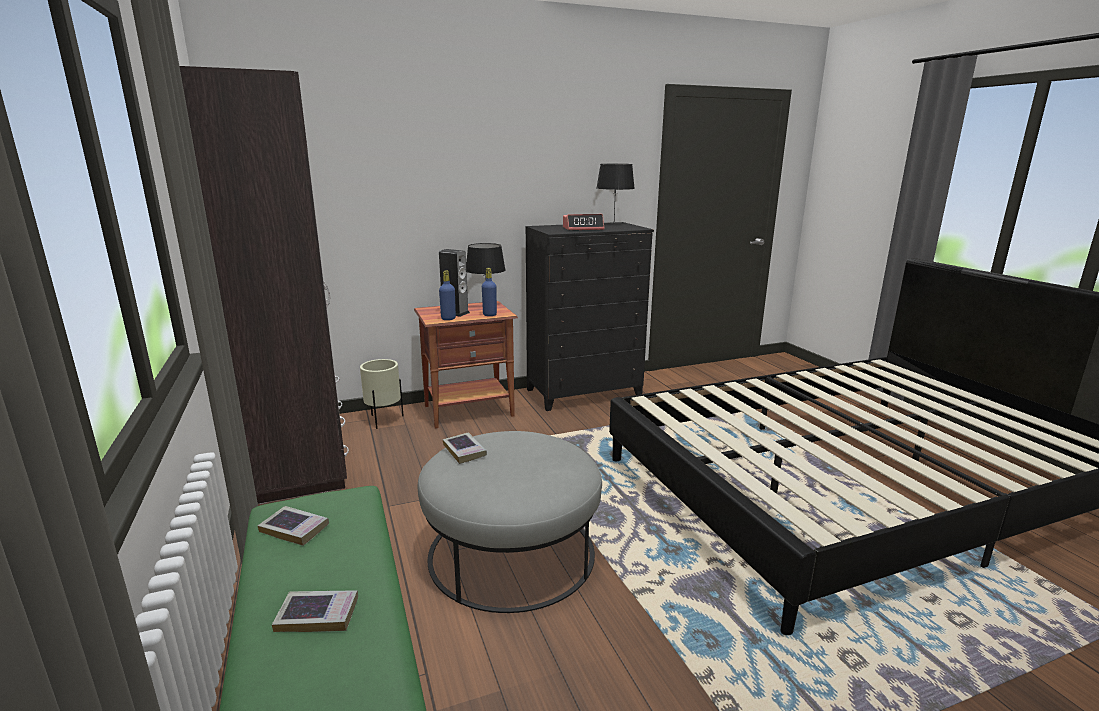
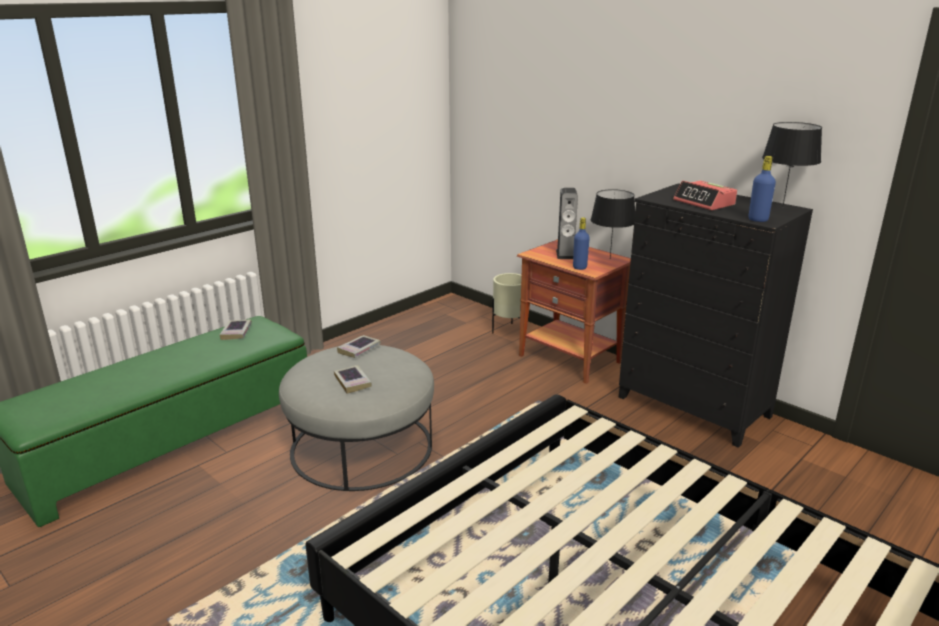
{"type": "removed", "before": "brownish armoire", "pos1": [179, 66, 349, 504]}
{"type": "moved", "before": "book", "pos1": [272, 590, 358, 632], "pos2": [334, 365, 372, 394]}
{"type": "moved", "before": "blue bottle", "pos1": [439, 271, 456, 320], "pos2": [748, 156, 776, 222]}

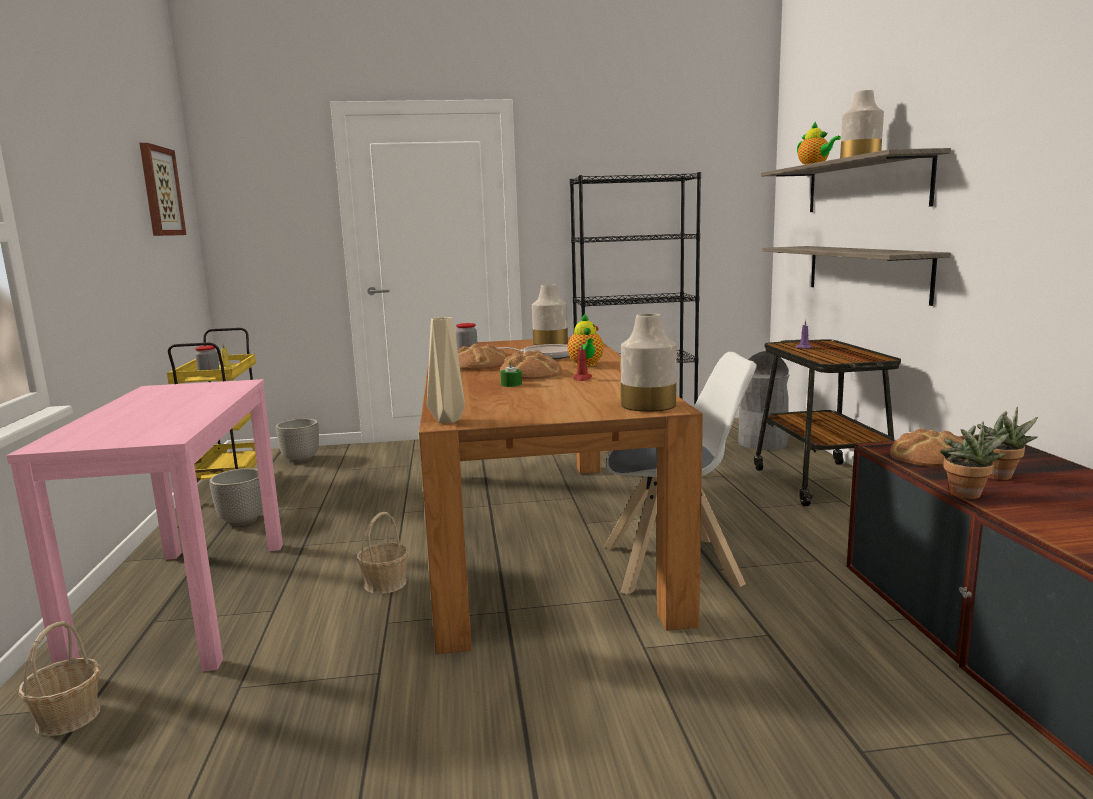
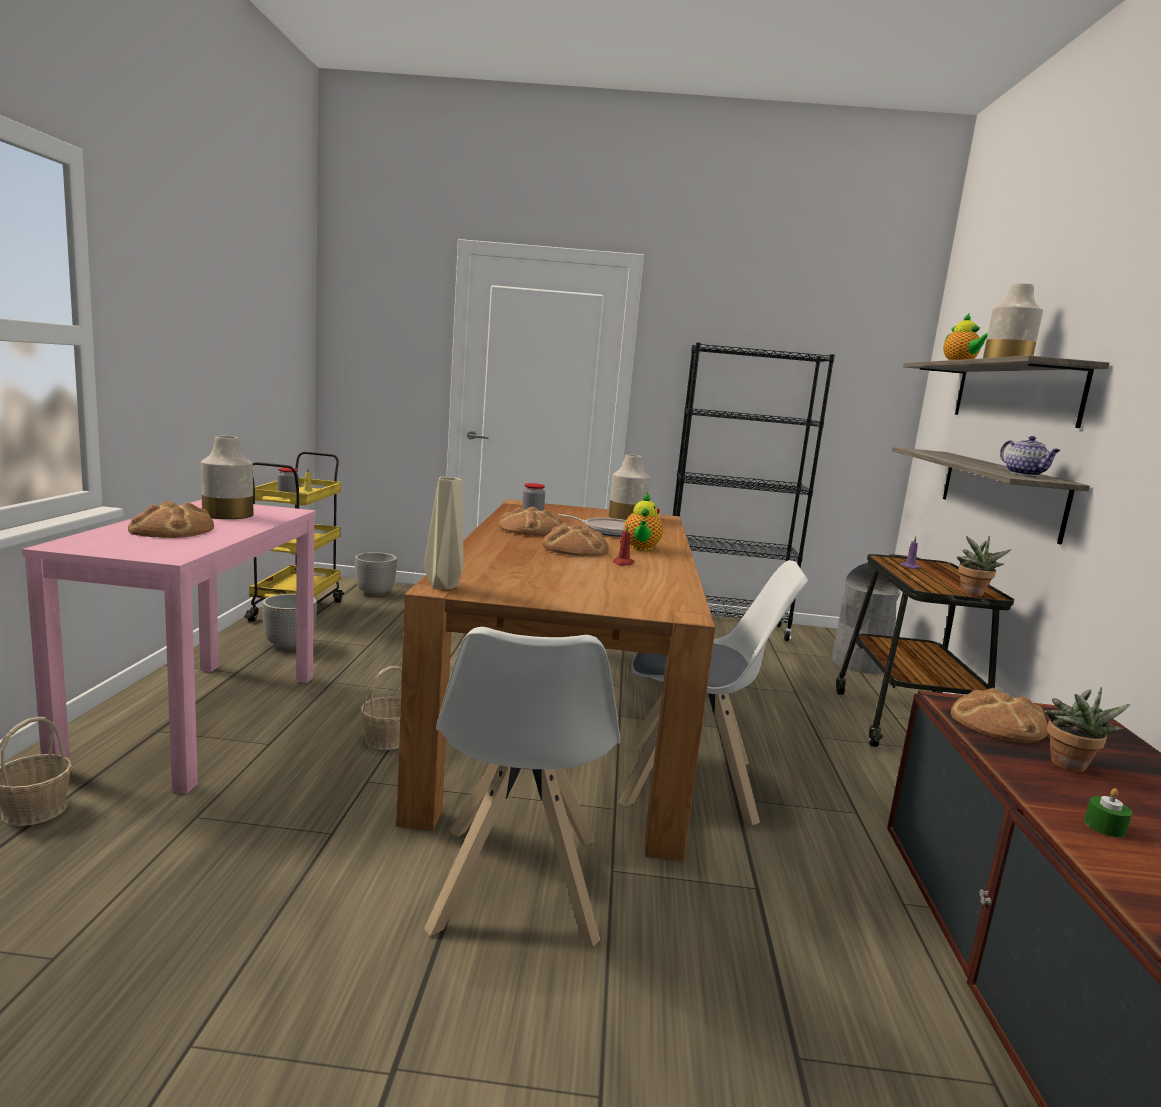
{"type": "removed", "before": "picture", "pos1": [139, 143, 186, 236]}
{"type": "moved", "before": "green wax light", "pos1": [500, 360, 522, 387], "pos2": [1084, 788, 1132, 837]}
{"type": "moved", "before": "beige-coloured flower vase", "pos1": [621, 313, 677, 412], "pos2": [201, 436, 253, 519]}
{"type": "moved", "before": "houseplant", "pos1": [940, 421, 1009, 499], "pos2": [957, 536, 1011, 596]}
{"type": "added", "after": "bread", "pos2": [128, 501, 214, 538]}
{"type": "added", "after": "chair", "pos2": [424, 627, 620, 946]}
{"type": "added", "after": "pot for tea", "pos2": [1000, 436, 1061, 476]}

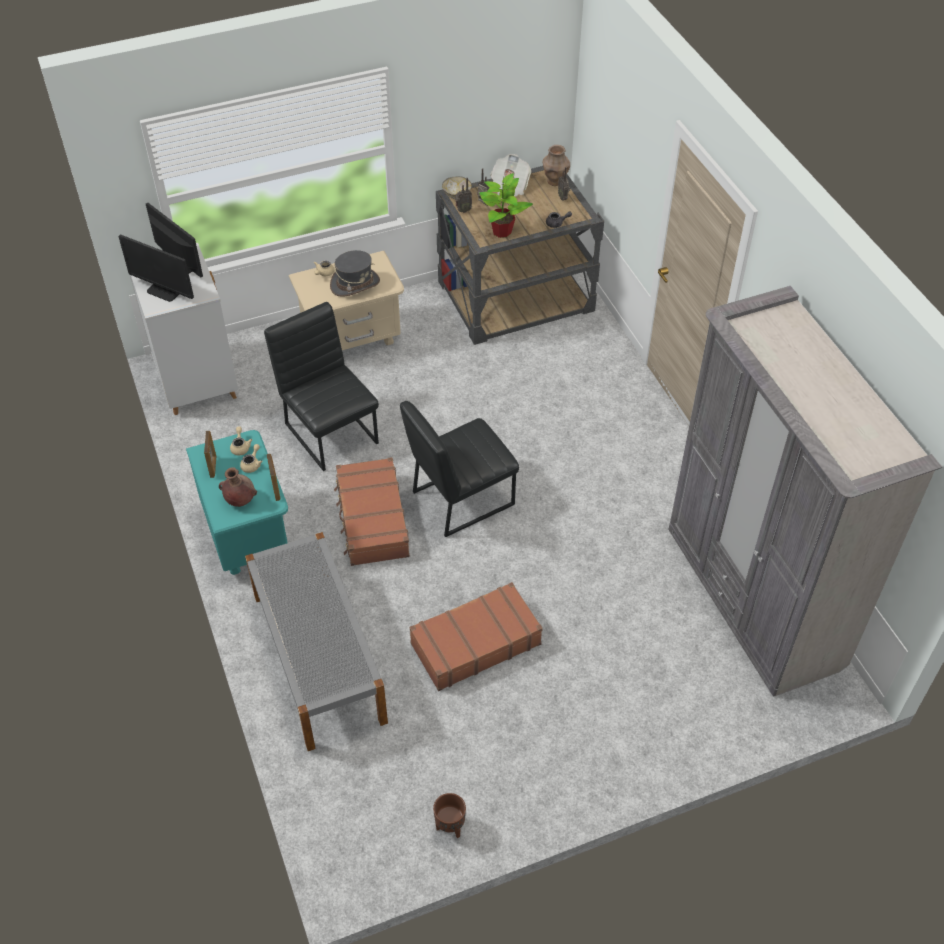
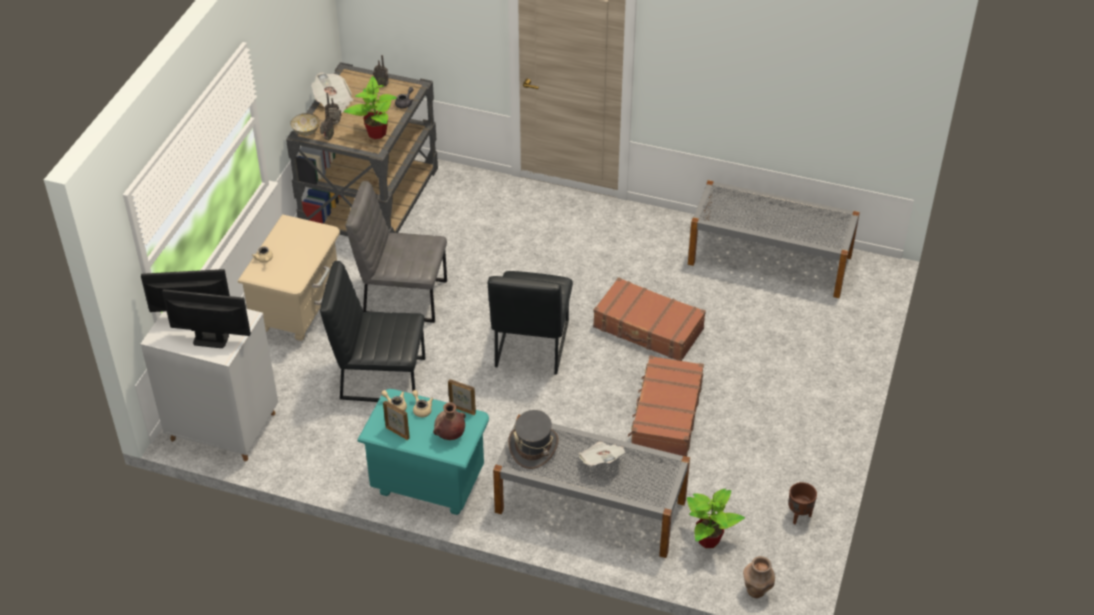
{"type": "turned", "before": "computer screen", "pos1": [118, 235, 194, 302], "pos2": [162, 289, 251, 348], "turn": -150}
{"type": "moved", "before": "gray hat", "pos1": [330, 250, 380, 297], "pos2": [508, 410, 559, 469]}
{"type": "moved", "before": "brownish piece of luggage", "pos1": [334, 457, 410, 566], "pos2": [593, 277, 706, 361]}
{"type": "moved", "before": "brownish flower vase", "pos1": [543, 145, 570, 186], "pos2": [743, 556, 775, 598]}
{"type": "replaced", "before": "gray armoire", "after": "gray long seat", "pos1": [668, 286, 942, 696], "pos2": [688, 180, 860, 298]}
{"type": "added", "after": "gray chair", "pos2": [346, 181, 447, 323]}
{"type": "added", "after": "newspaper", "pos2": [578, 441, 625, 465]}
{"type": "added", "after": "houseplant", "pos2": [687, 489, 745, 548]}

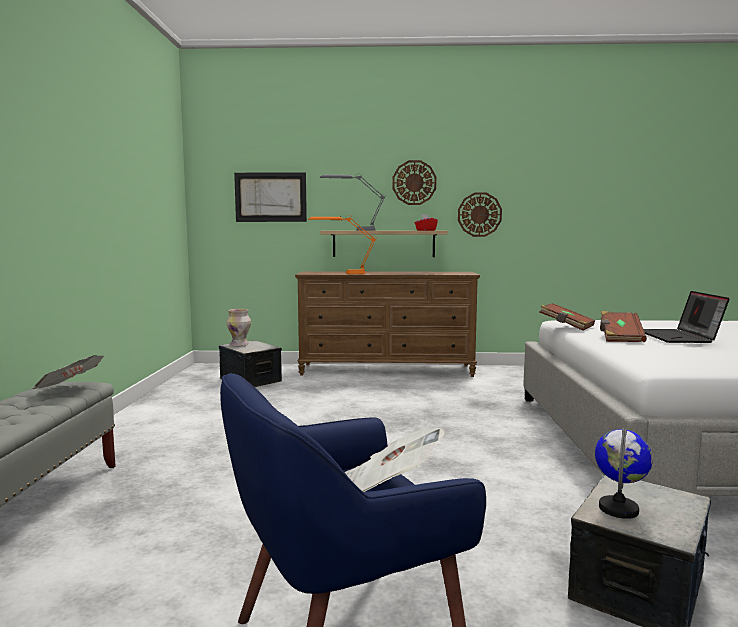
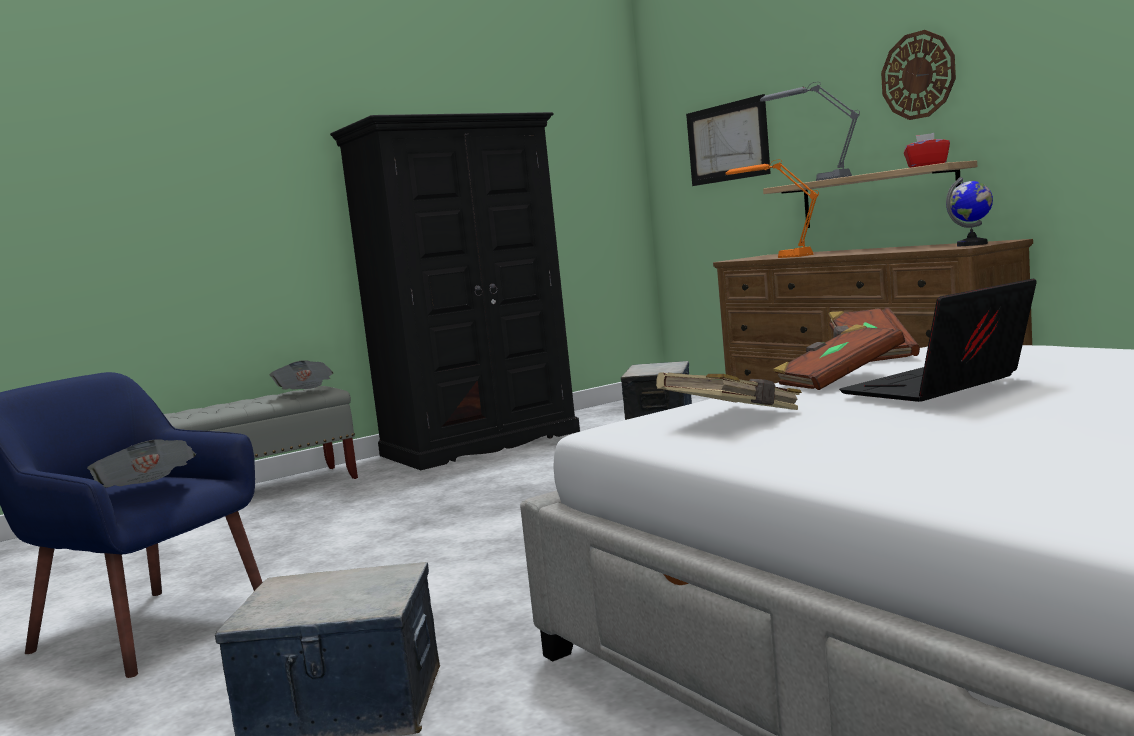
{"type": "removed", "before": "flower vase", "pos1": [226, 309, 251, 346]}
{"type": "removed", "before": "wall clock", "pos1": [458, 192, 502, 237]}
{"type": "moved", "before": "globe", "pos1": [595, 428, 653, 519], "pos2": [946, 177, 993, 246]}
{"type": "added", "after": "blackish armoire", "pos2": [330, 112, 580, 470]}
{"type": "added", "after": "beige-coloured book", "pos2": [656, 372, 802, 410]}

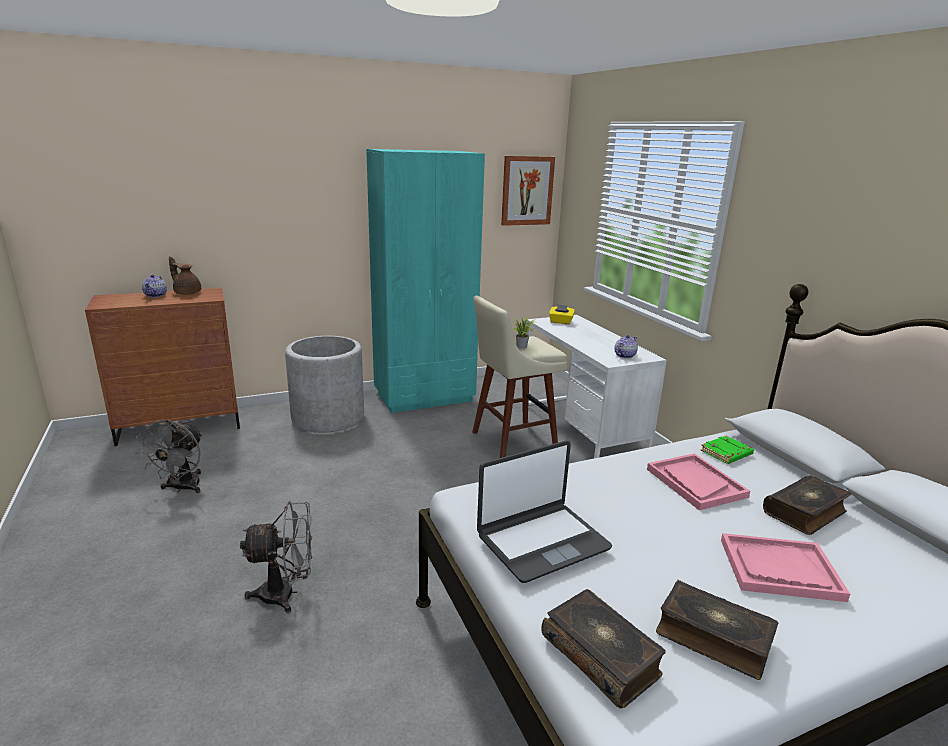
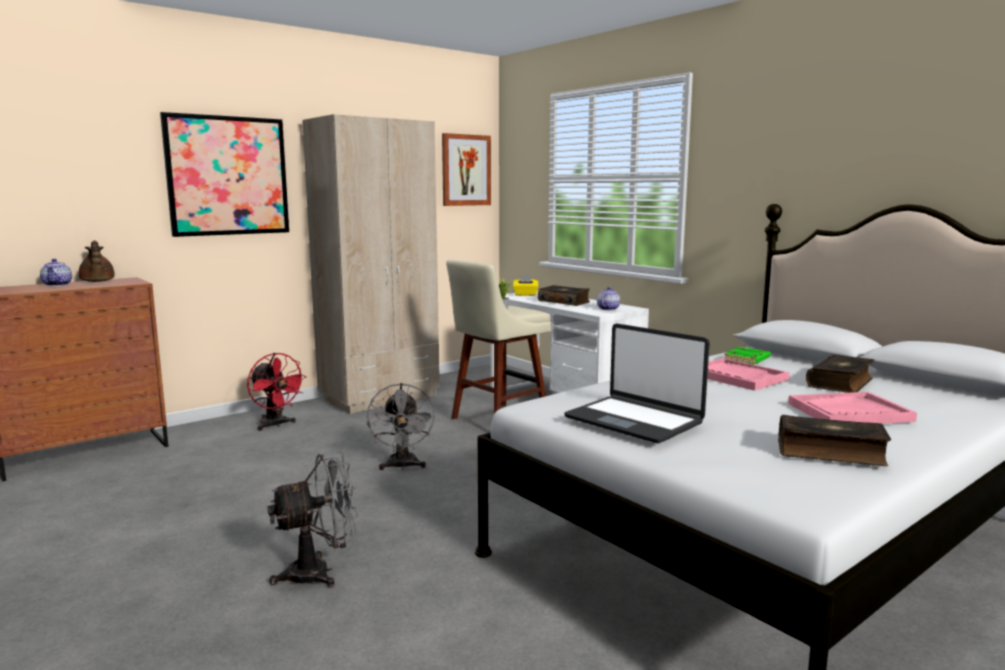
{"type": "moved", "before": "gray fan", "pos1": [135, 420, 202, 493], "pos2": [367, 383, 435, 470]}
{"type": "turned", "before": "brownish pot for tea", "pos1": [169, 257, 201, 295], "pos2": [79, 240, 115, 282], "turn": -135}
{"type": "replaced", "before": "gray flower pot", "after": "red-coloured fan", "pos1": [285, 336, 364, 433], "pos2": [247, 353, 307, 431]}
{"type": "recoloured", "before": "turquoise armoire", "after": "beige-coloured armoire", "pos1": [366, 149, 485, 414], "pos2": [302, 114, 440, 414]}
{"type": "turned", "before": "notebook computer", "pos1": [477, 441, 612, 583], "pos2": [564, 324, 710, 443], "turn": 90}
{"type": "moved", "before": "book", "pos1": [541, 589, 665, 708], "pos2": [538, 285, 590, 306]}
{"type": "added", "after": "picture", "pos2": [160, 112, 289, 237]}

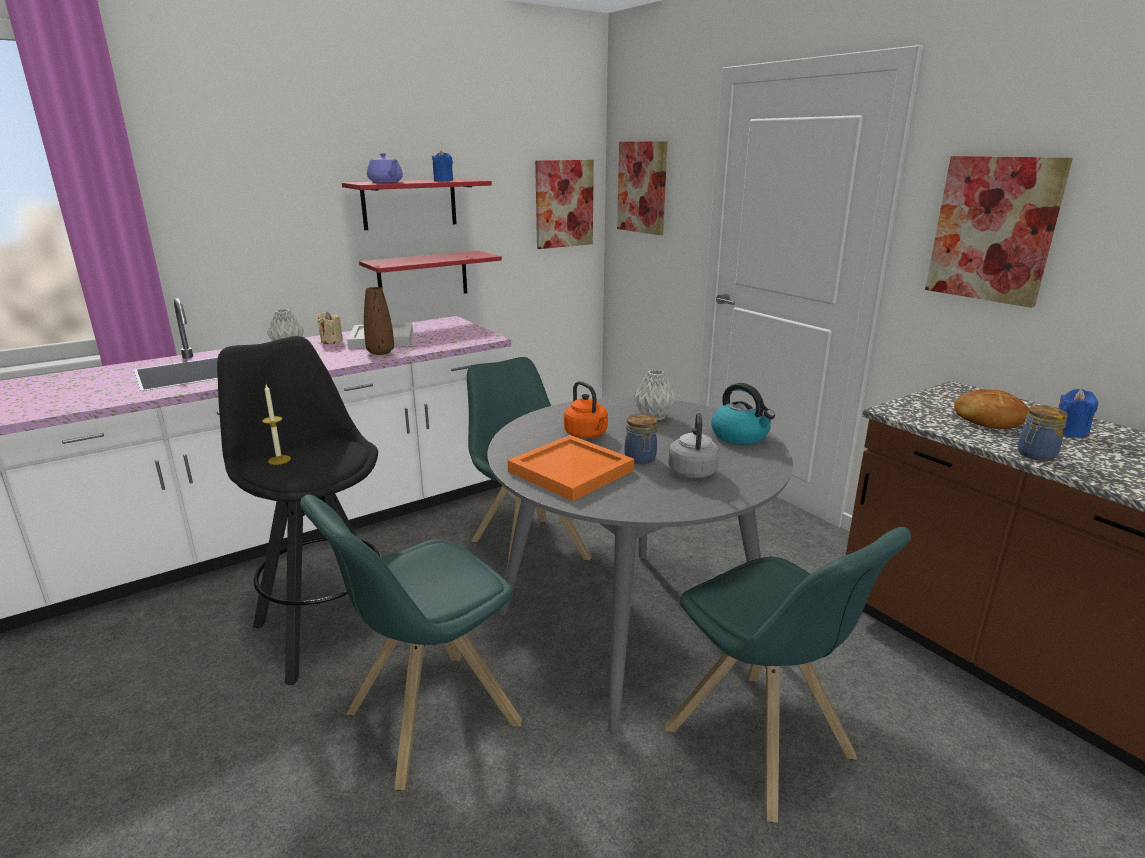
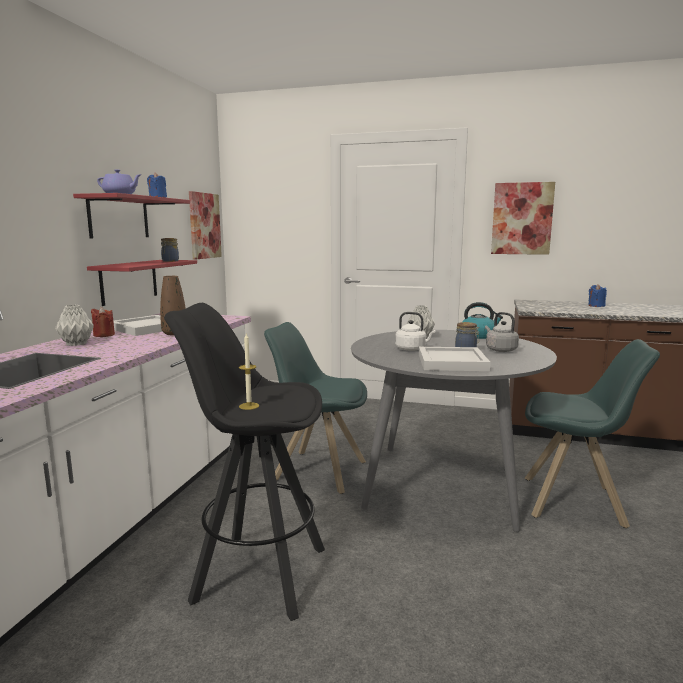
{"type": "removed", "before": "turquoise chair", "pos1": [300, 495, 522, 791]}
{"type": "recoloured", "before": "beige-coloured wax light", "after": "red-coloured wax light", "pos1": [318, 312, 343, 344], "pos2": [91, 307, 115, 337]}
{"type": "recoloured", "before": "orange carrying tray", "after": "white-coloured carrying tray", "pos1": [508, 435, 634, 501], "pos2": [419, 347, 491, 371]}
{"type": "recoloured", "before": "orange tea kettle", "after": "white-coloured tea kettle", "pos1": [564, 381, 608, 438], "pos2": [395, 312, 435, 351]}
{"type": "removed", "before": "picture", "pos1": [617, 141, 668, 235]}
{"type": "removed", "before": "bread", "pos1": [954, 389, 1029, 429]}
{"type": "moved", "before": "storage jar", "pos1": [1017, 405, 1068, 461], "pos2": [161, 238, 179, 262]}

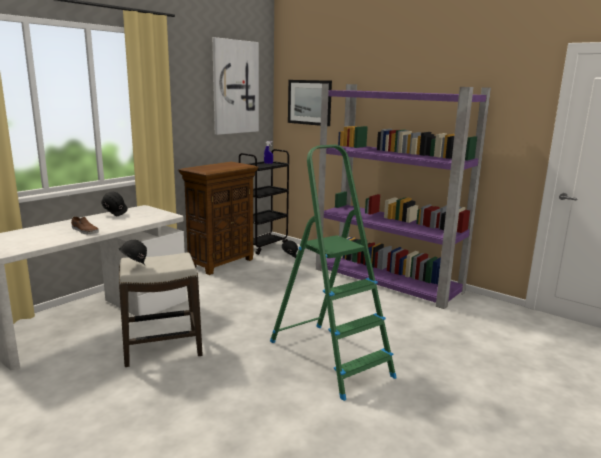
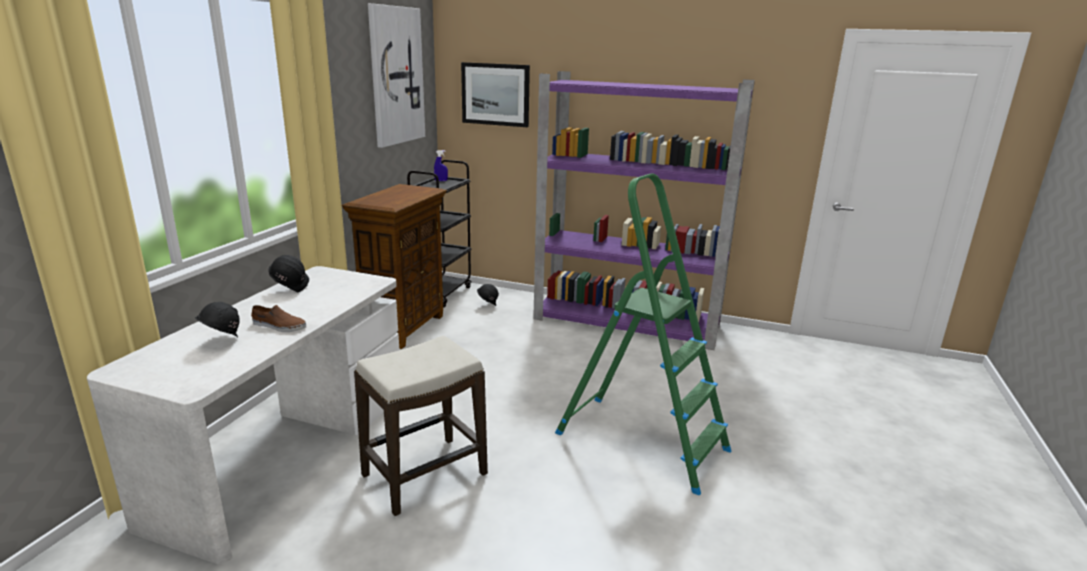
{"type": "moved", "before": "blackish work helmet", "pos1": [119, 240, 147, 265], "pos2": [195, 302, 240, 337]}

